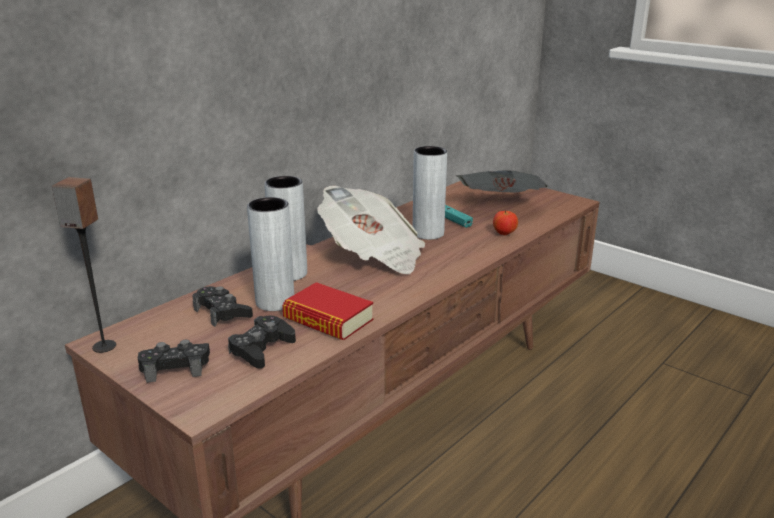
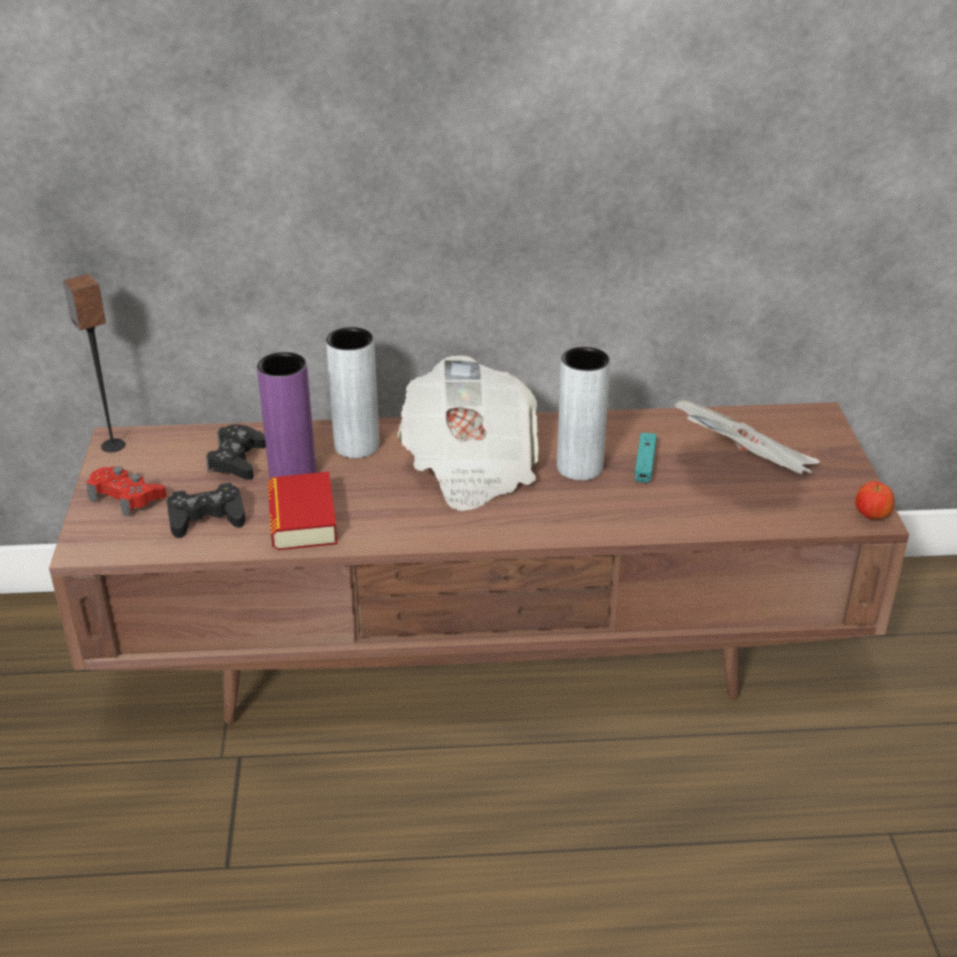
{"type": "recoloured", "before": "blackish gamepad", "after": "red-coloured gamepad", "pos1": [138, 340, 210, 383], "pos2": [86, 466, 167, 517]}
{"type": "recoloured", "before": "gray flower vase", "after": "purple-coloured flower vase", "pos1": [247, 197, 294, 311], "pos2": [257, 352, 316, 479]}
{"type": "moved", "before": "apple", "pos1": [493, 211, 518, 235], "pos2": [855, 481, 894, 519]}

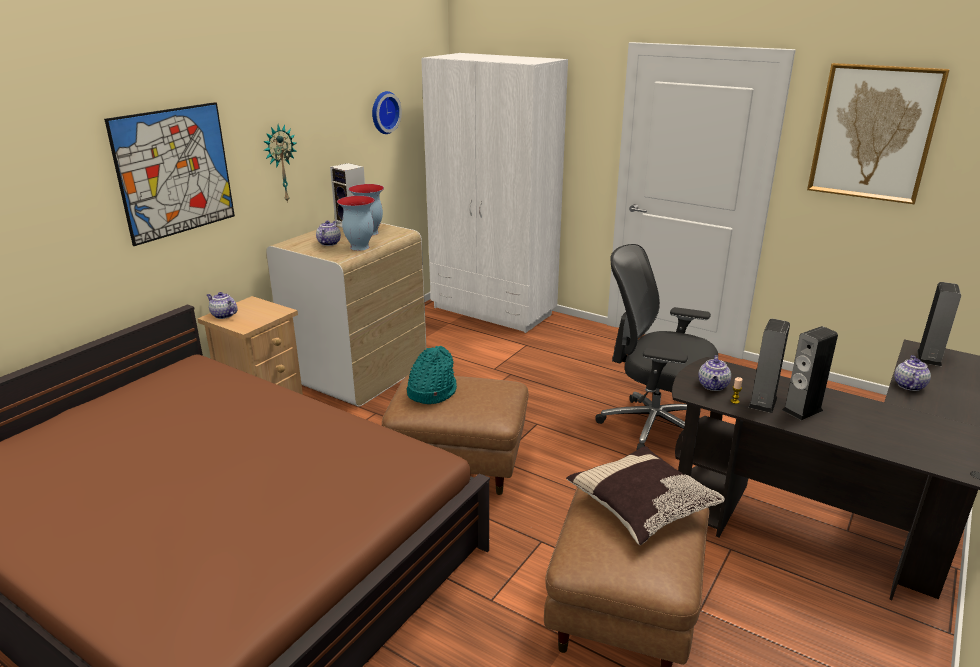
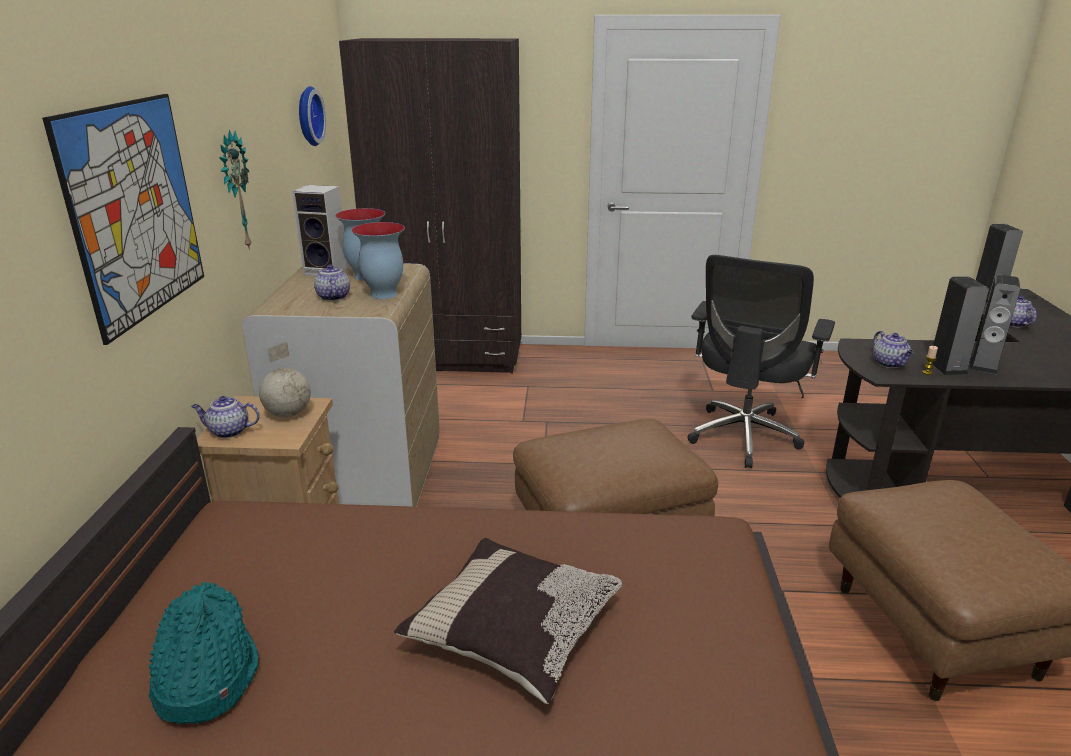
{"type": "moved", "before": "turquoise hat", "pos1": [407, 346, 457, 404], "pos2": [149, 582, 259, 724]}
{"type": "recoloured", "before": "white-coloured armoire", "after": "brownish armoire", "pos1": [421, 53, 568, 333], "pos2": [339, 38, 521, 374]}
{"type": "moved", "before": "cushion", "pos1": [566, 446, 725, 545], "pos2": [394, 538, 622, 704]}
{"type": "turned", "before": "computer chair", "pos1": [595, 244, 718, 451], "pos2": [687, 255, 835, 468], "turn": -60}
{"type": "removed", "before": "picture", "pos1": [807, 63, 950, 204]}
{"type": "added", "after": "globe", "pos2": [259, 342, 311, 417]}

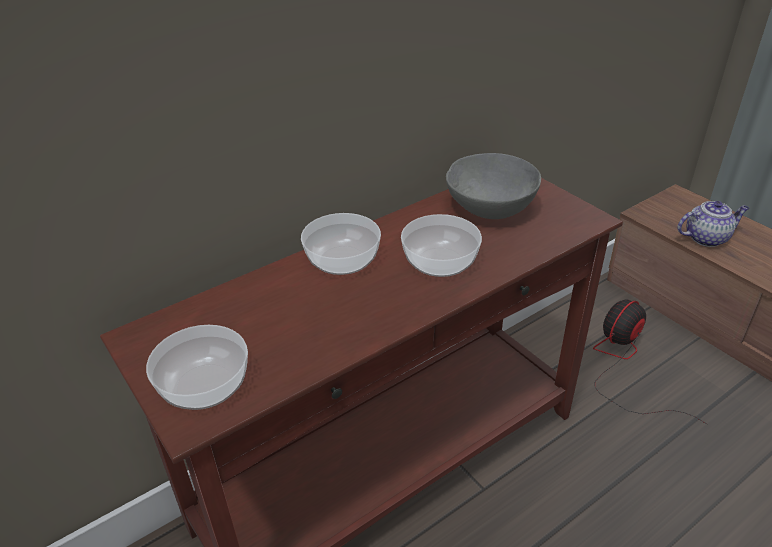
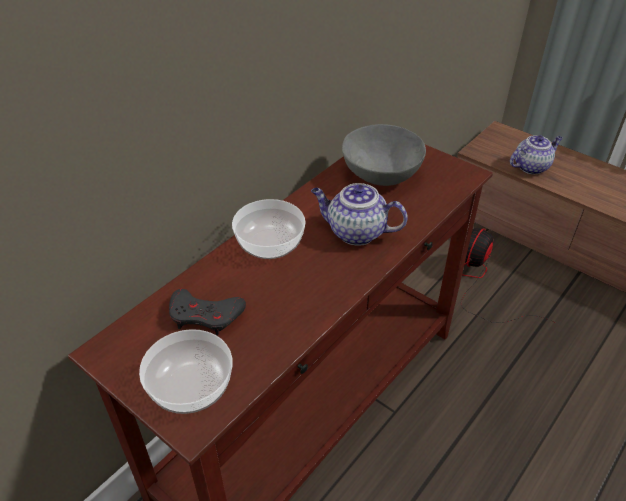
{"type": "replaced", "before": "bowl", "after": "pot for tea", "pos1": [401, 214, 482, 277], "pos2": [311, 183, 408, 245]}
{"type": "added", "after": "gray gamepad", "pos2": [169, 289, 246, 335]}

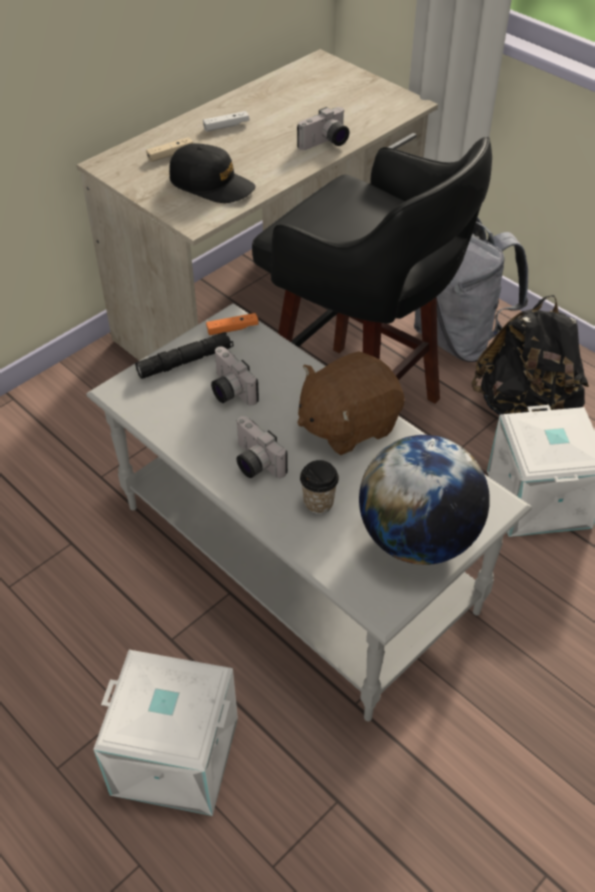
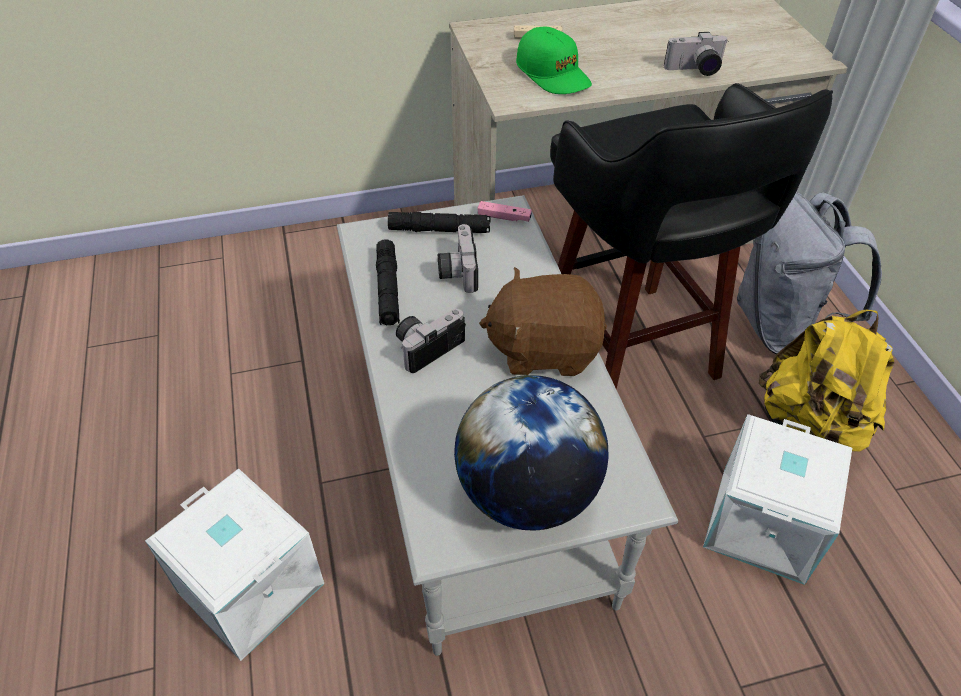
{"type": "recoloured", "before": "blackish peaked cap", "after": "green peaked cap", "pos1": [169, 143, 256, 203], "pos2": [516, 27, 592, 94]}
{"type": "removed", "before": "white-coloured gamepad", "pos1": [203, 111, 249, 132]}
{"type": "recoloured", "before": "orange gamepad", "after": "pink gamepad", "pos1": [206, 313, 259, 335], "pos2": [477, 201, 532, 222]}
{"type": "turned", "before": "photo camera", "pos1": [236, 416, 288, 478], "pos2": [396, 309, 466, 373], "turn": 60}
{"type": "removed", "before": "cup", "pos1": [300, 460, 339, 514]}
{"type": "recoloured", "before": "blackish rucksack", "after": "yellow-coloured rucksack", "pos1": [471, 295, 589, 415], "pos2": [759, 310, 894, 452]}
{"type": "added", "after": "blackish hand torch", "pos2": [376, 239, 400, 325]}

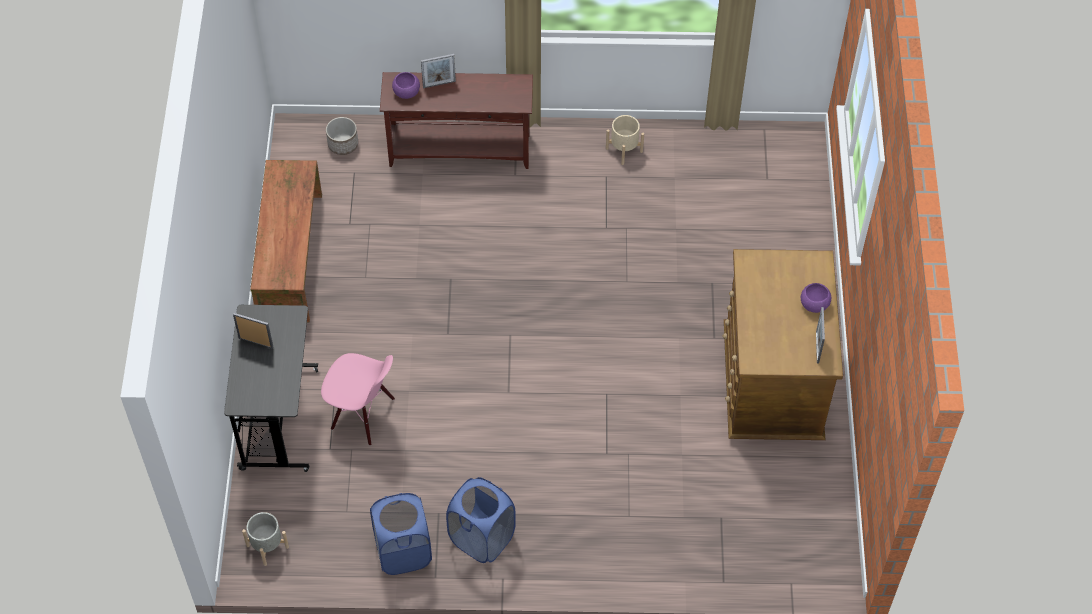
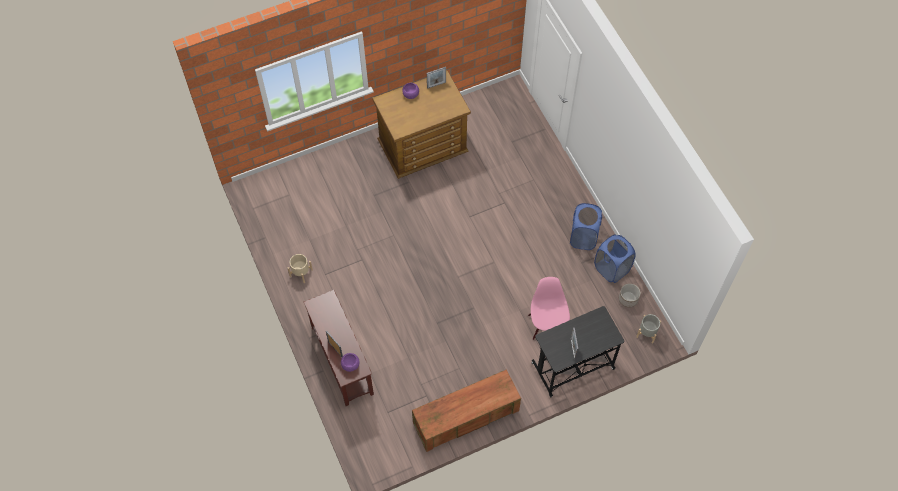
{"type": "moved", "before": "flower pot", "pos1": [326, 117, 358, 155], "pos2": [619, 284, 641, 308]}

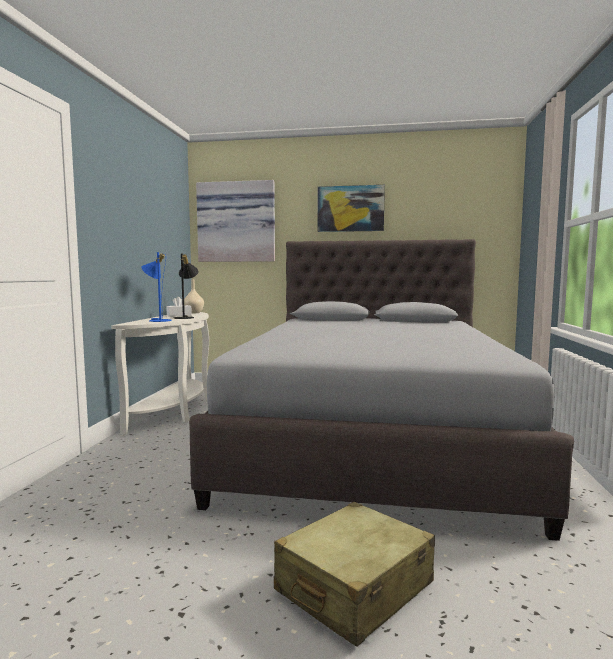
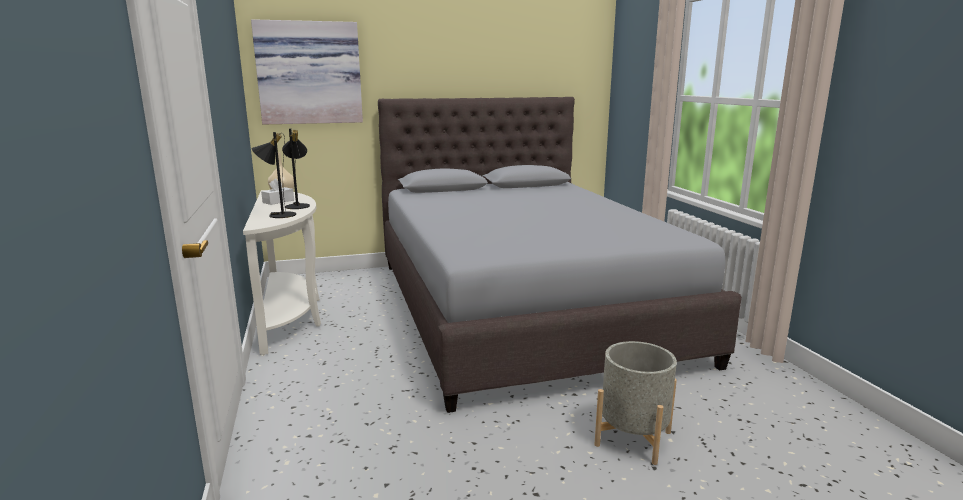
{"type": "recoloured", "before": "blue table lamp", "after": "blackish table lamp", "pos1": [142, 252, 172, 322], "pos2": [252, 132, 296, 218]}
{"type": "replaced", "before": "beige-coloured piece of luggage", "after": "gray flower pot", "pos1": [274, 502, 435, 647], "pos2": [594, 341, 677, 465]}
{"type": "removed", "before": "picture", "pos1": [317, 185, 385, 232]}

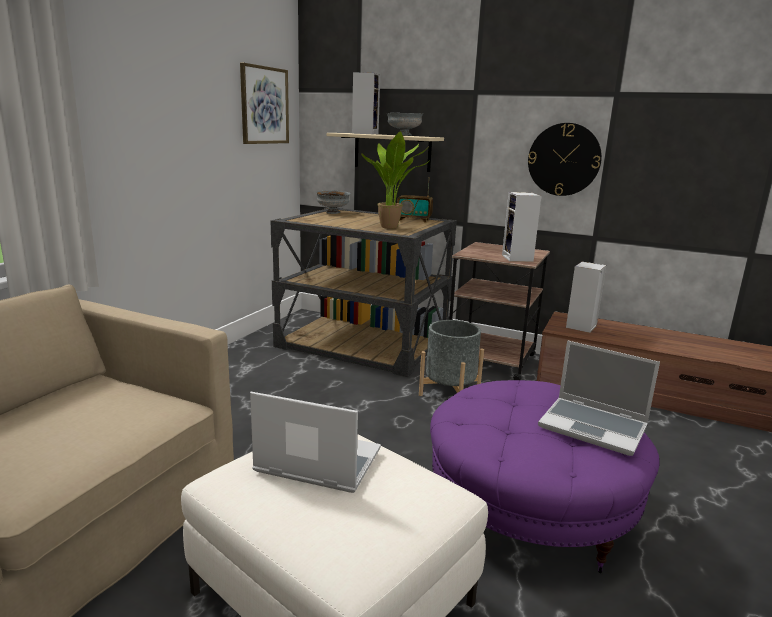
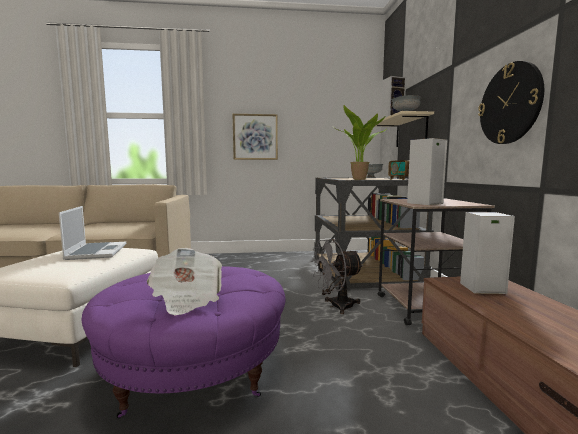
{"type": "moved", "before": "picture", "pos1": [240, 63, 289, 144], "pos2": [233, 114, 278, 160]}
{"type": "replaced", "before": "gray flower pot", "after": "gray fan", "pos1": [419, 320, 484, 396], "pos2": [311, 239, 364, 314]}
{"type": "replaced", "before": "notebook computer", "after": "newspaper", "pos1": [538, 340, 660, 456], "pos2": [147, 248, 222, 315]}

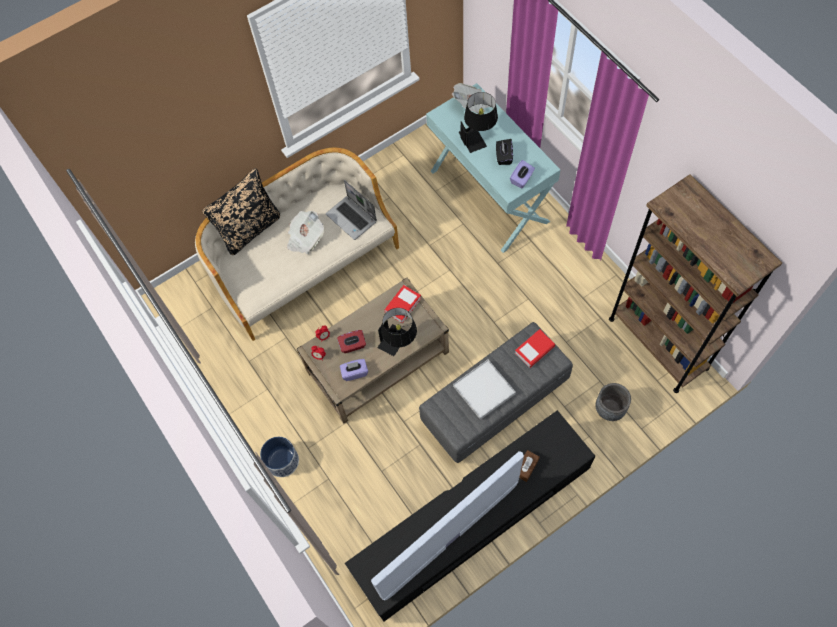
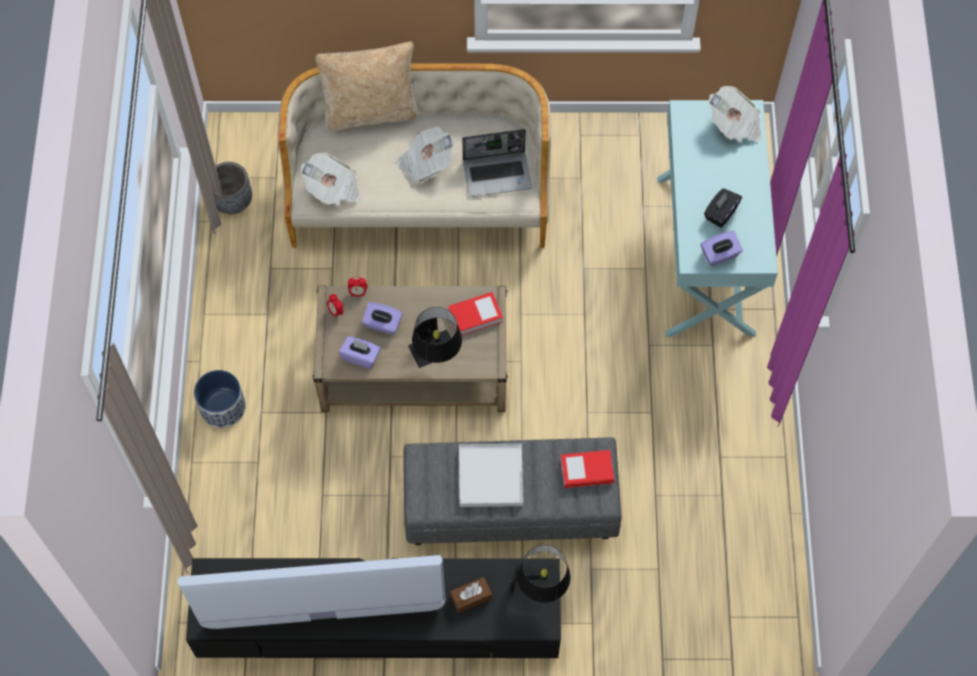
{"type": "recoloured", "before": "blackish cushion", "after": "beige-coloured cushion", "pos1": [202, 168, 280, 255], "pos2": [315, 41, 418, 131]}
{"type": "turned", "before": "notebook computer", "pos1": [326, 180, 377, 240], "pos2": [462, 129, 532, 197], "turn": -90}
{"type": "recoloured", "before": "red-coloured tissue box", "after": "purple-coloured tissue box", "pos1": [337, 330, 366, 353], "pos2": [362, 302, 403, 335]}
{"type": "moved", "before": "blackish table lamp", "pos1": [459, 92, 498, 153], "pos2": [510, 545, 570, 613]}
{"type": "moved", "before": "gray flower pot", "pos1": [595, 383, 631, 421], "pos2": [213, 162, 252, 214]}
{"type": "removed", "before": "brownish shelving unit", "pos1": [609, 174, 782, 393]}
{"type": "added", "after": "newspaper", "pos2": [301, 152, 360, 206]}

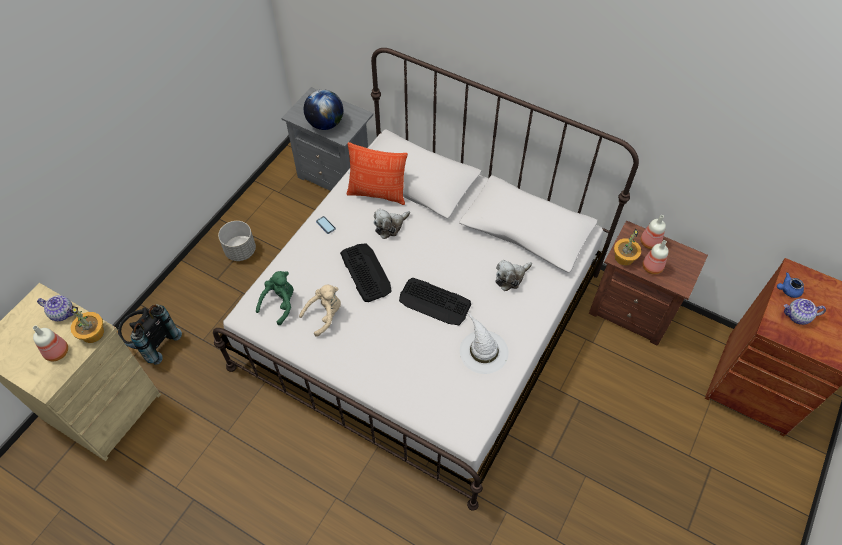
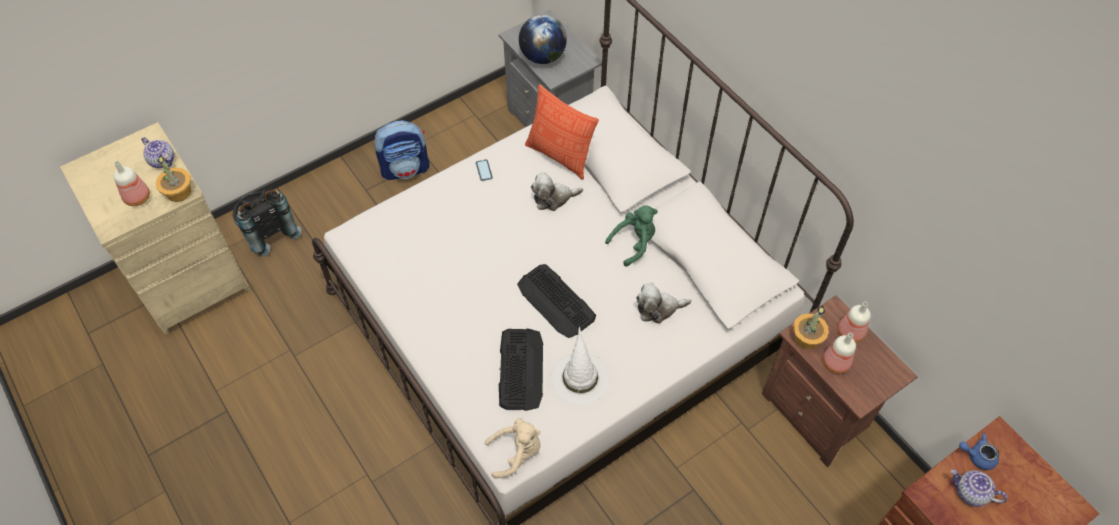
{"type": "replaced", "before": "gray flower pot", "after": "rucksack", "pos1": [218, 221, 256, 261], "pos2": [374, 120, 430, 180]}
{"type": "moved", "before": "green plush toy", "pos1": [256, 271, 293, 325], "pos2": [605, 206, 658, 267]}
{"type": "moved", "before": "beige-coloured plush toy", "pos1": [299, 285, 341, 337], "pos2": [484, 418, 541, 479]}
{"type": "moved", "before": "keyboard", "pos1": [340, 243, 392, 302], "pos2": [499, 328, 544, 411]}

